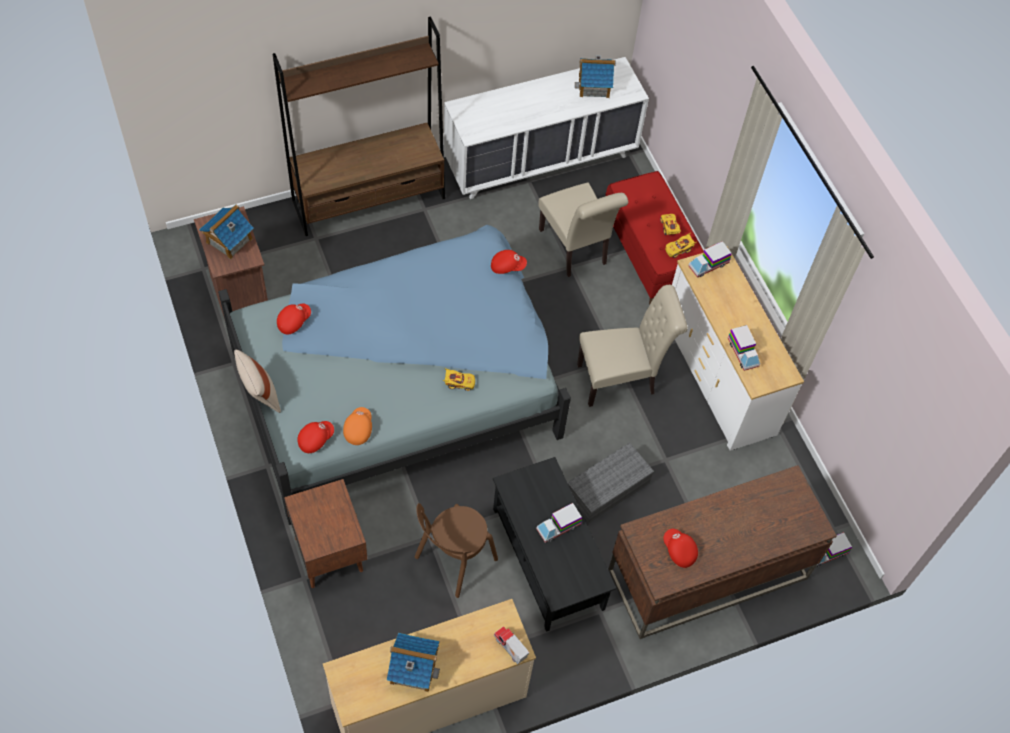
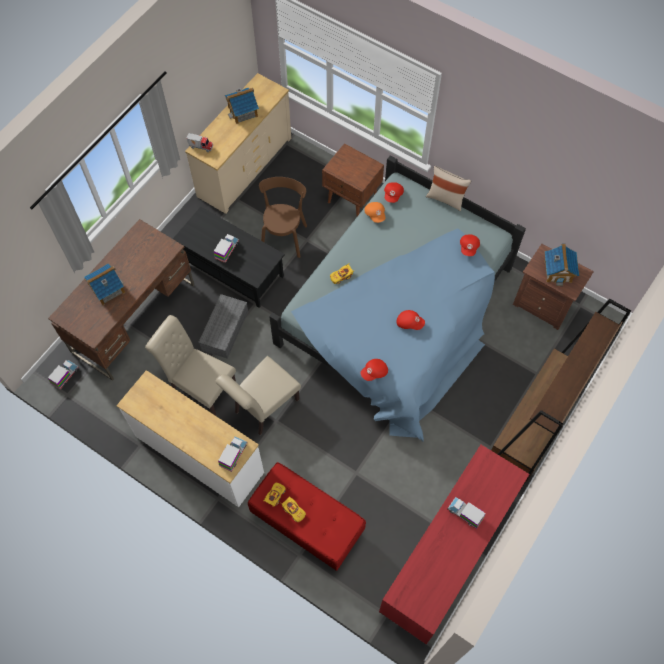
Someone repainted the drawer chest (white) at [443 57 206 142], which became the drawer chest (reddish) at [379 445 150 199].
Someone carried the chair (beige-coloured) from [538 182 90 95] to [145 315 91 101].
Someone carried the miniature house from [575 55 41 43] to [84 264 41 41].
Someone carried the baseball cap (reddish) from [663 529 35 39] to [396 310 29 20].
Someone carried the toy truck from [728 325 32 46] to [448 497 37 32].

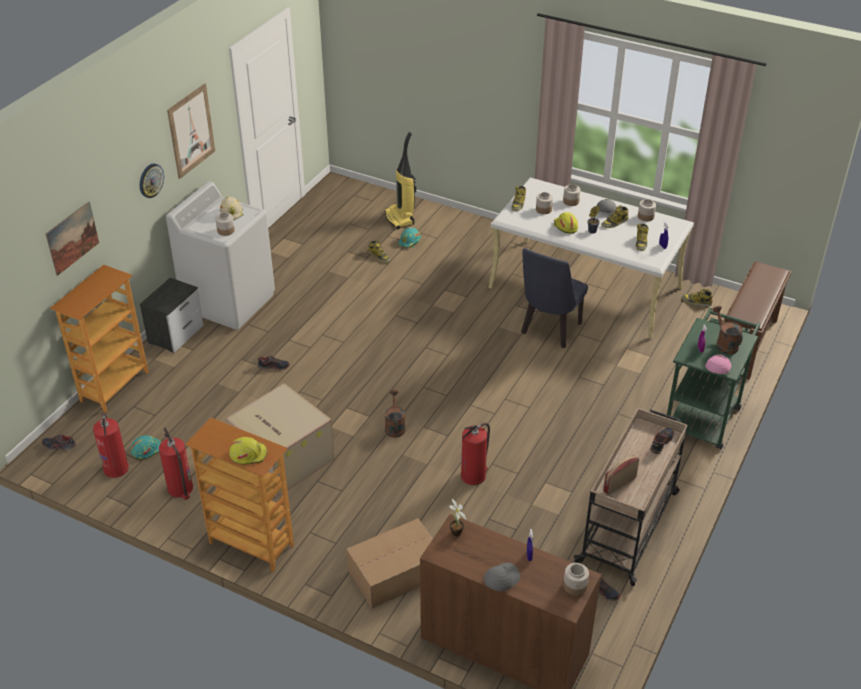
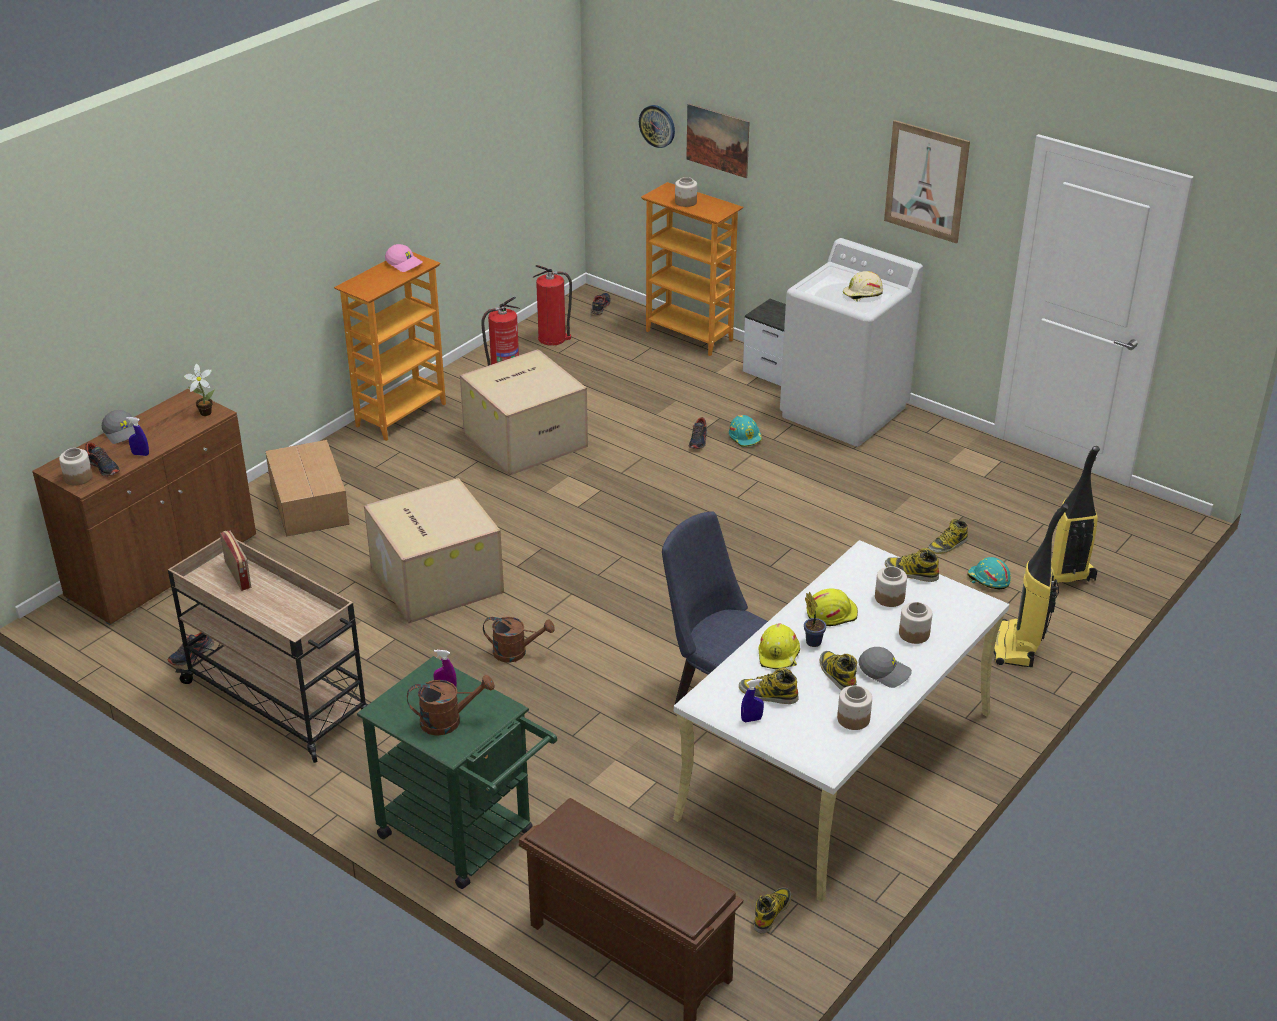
Someone carried the safety helmet (turquoise-coloured) from [130 435 31 25] to [729 415 33 32].
Someone carried the wall clock from [140 164 24 34] to [639 105 36 43].
Someone carried the storage jar from [215 212 20 24] to [675 177 22 30].
Someone carried the safety helmet (yellow-coloured) from [229 437 38 28] to [758 623 42 46].
Someone carried the watering can (brown-coloured) from [385 390 21 48] to [483 617 72 46].
Someone swapped the extinguisher at [461 423 29 62] for the carton at [364 478 140 145].
Someone carried the shoe from [650 427 24 27] to [85 442 35 35].
Someone carried the baseball cap (pinkish) from [705 354 26 20] to [385 244 38 28].
Someone put down the hoover at [994 503 74 164].

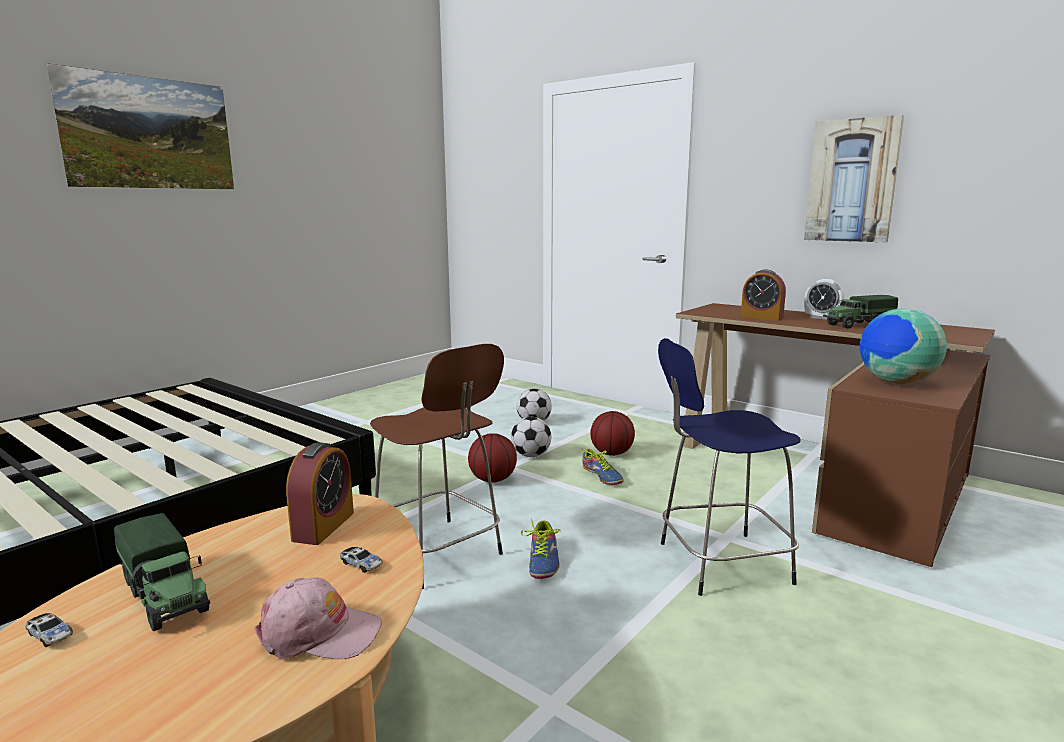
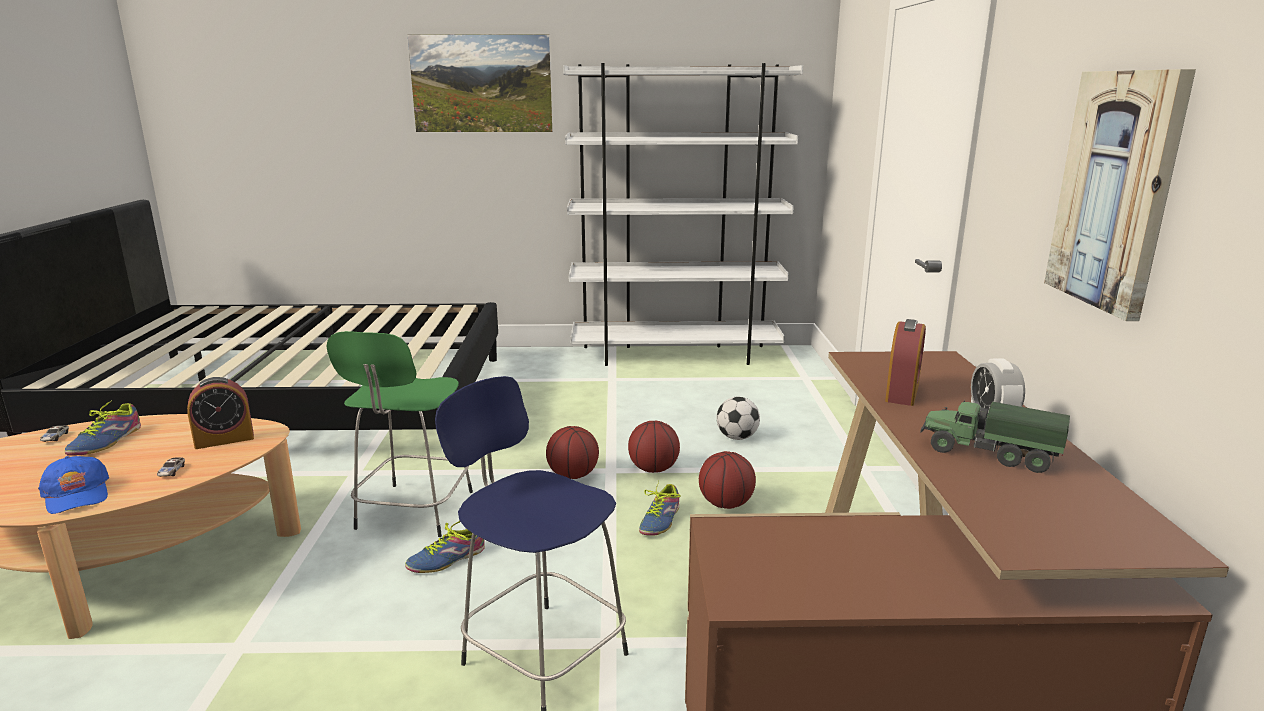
Someone swapped the toy truck at [114 513 96 118] for the shoe at [64 400 77 56].
Someone repainted the baseball cap (pinkish) at [254 577 128 82], which became the baseball cap (bluish) at [38 456 71 58].
Someone repainted the sitting stool (brown-coloured) at [370 344 134 245], which became the sitting stool (green) at [327 331 146 206].
Someone swapped the football ball at [511 417 40 40] for the ball for basketball at [628 421 52 52].
Someone rotated the bedside clock at [741 269 45 52] by 150 degrees counterclockwise.
Someone took away the desk globe at [860 308 87 76].
Someone put down the shelving unit (white) at [563 63 240 303].

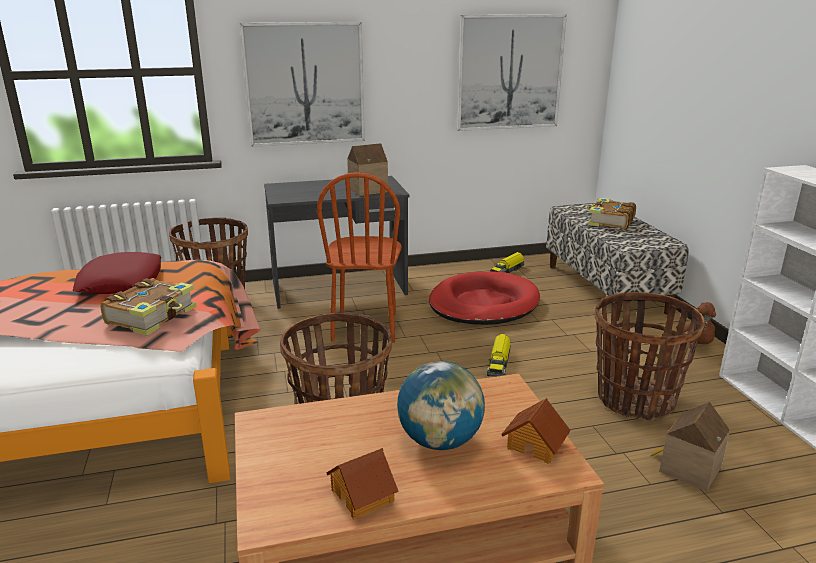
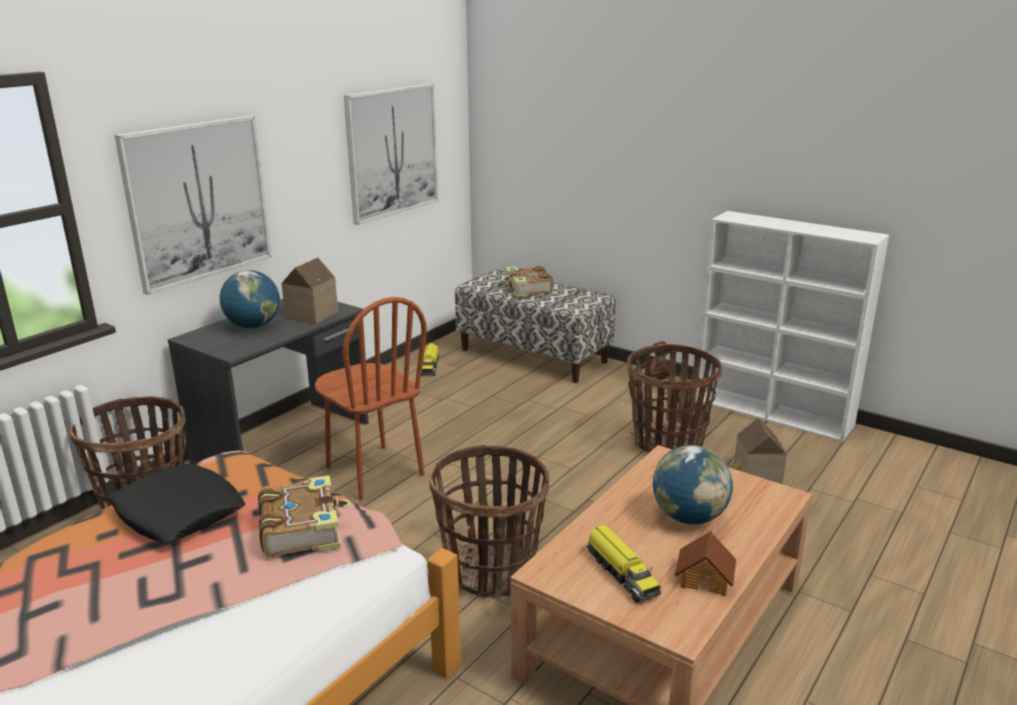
Someone repainted the cushion (reddish) at [73 252 88 42], which became the cushion (black) at [108 464 137 79].
Someone took away the dog cushion (reddish) at [429 272 111 53].
Someone carried the toy truck from [487 334 24 42] to [587 524 74 79].
Someone took away the miniature house at [501 398 70 66].
Someone put down the desk globe at [220 270 60 58].

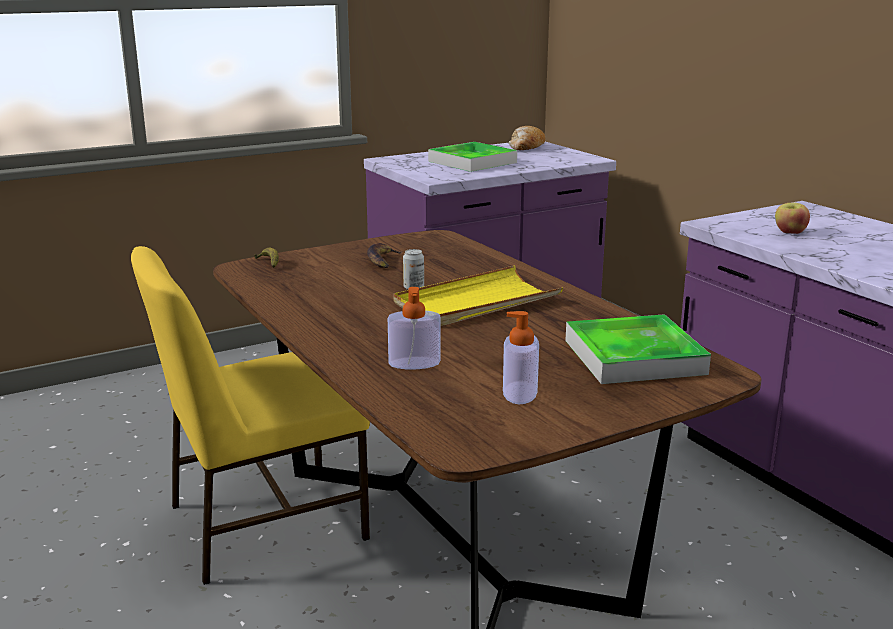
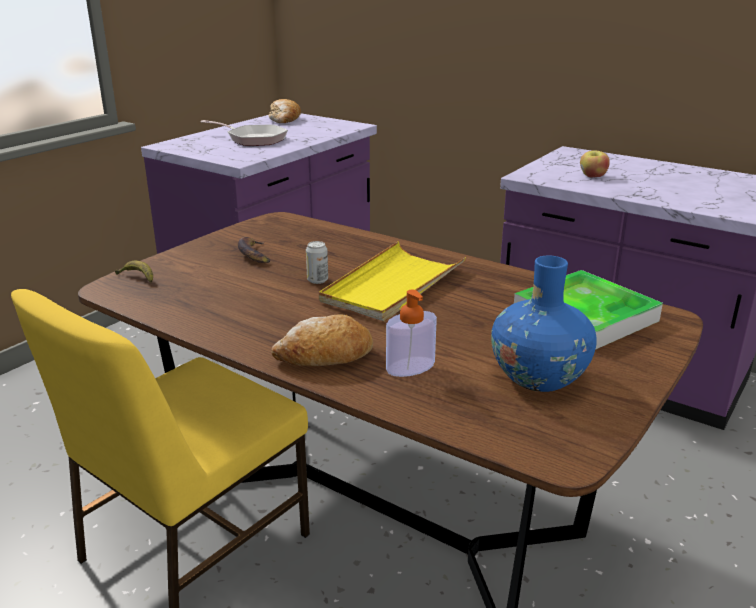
Someone swapped the serving tray at [428 142 89 30] for the skillet at [200 120 88 26].
Someone swapped the soap dispenser at [503 311 36 93] for the decorative vase (bluish) at [491 256 106 136].
Someone put down the bakery bread at [271 315 102 51].

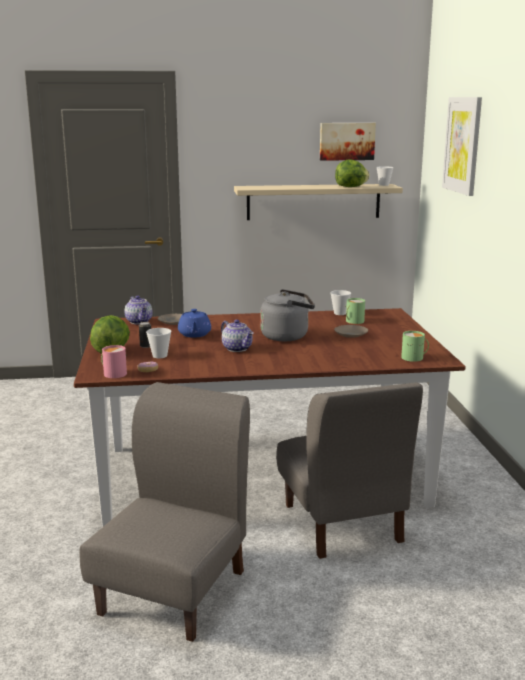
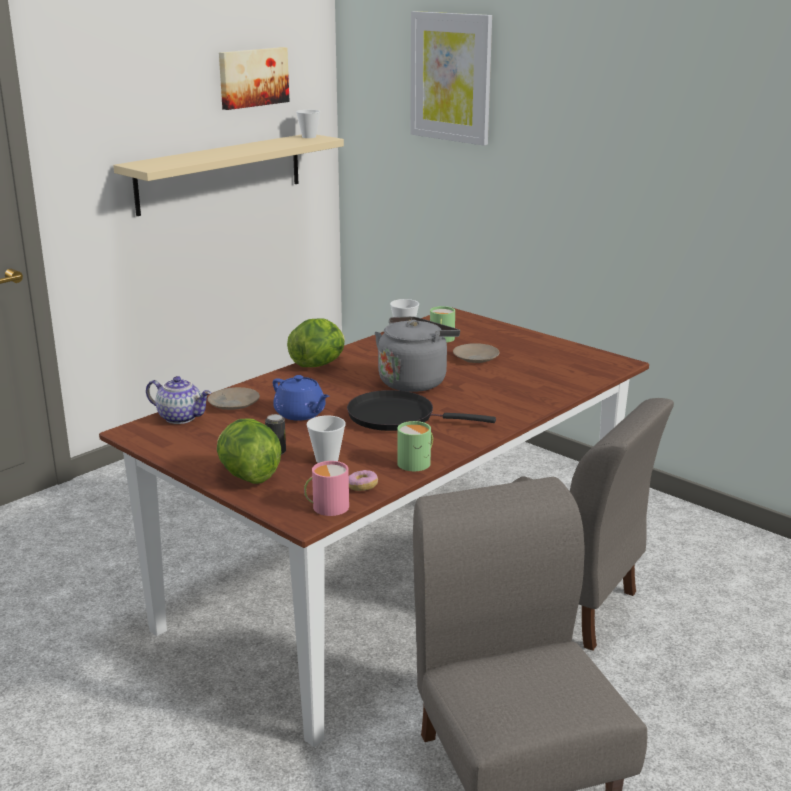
Someone swapped the pot for tea at [221 320 33 32] for the skillet (black) at [347 390 149 41].
Someone carried the lettuce head from [335 159 34 28] to [287 319 58 48].
Someone carried the coffee mug (green) from [401 331 28 31] to [397 421 36 50].

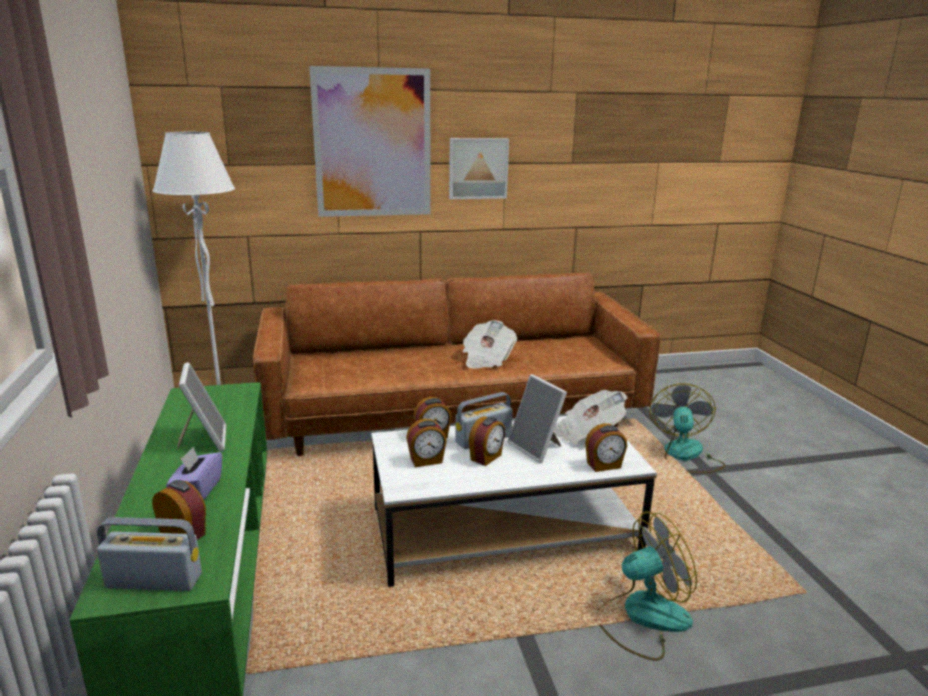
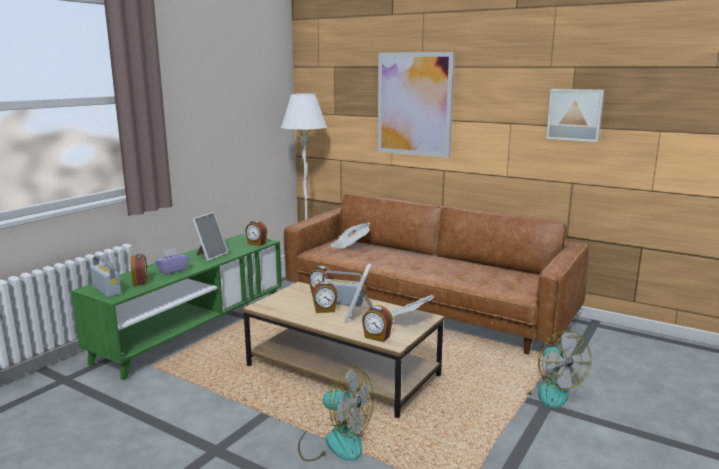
Someone repainted the lounge table (white) at [371 416 286 171], which became the lounge table (brown-coloured) at [243 282 201 136].
Someone carried the bedside clock from [406 419 41 48] to [245 221 22 25].
Someone carried the picture from [449 138 60 61] to [546 89 58 53].
Someone carried the daily paper from [463 320 54 49] to [331 223 39 26].
Someone rotated the cooling fan at [649 383 76 90] by 105 degrees clockwise.

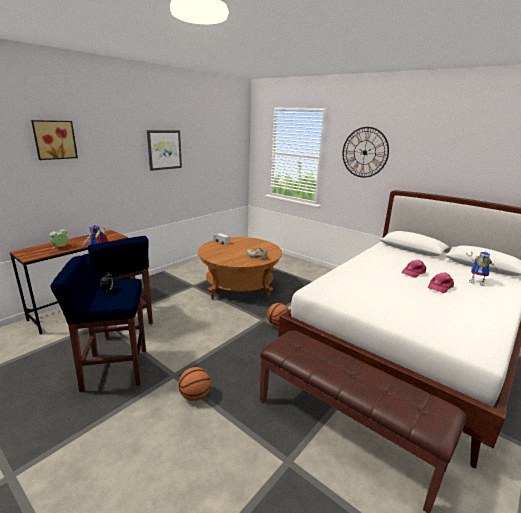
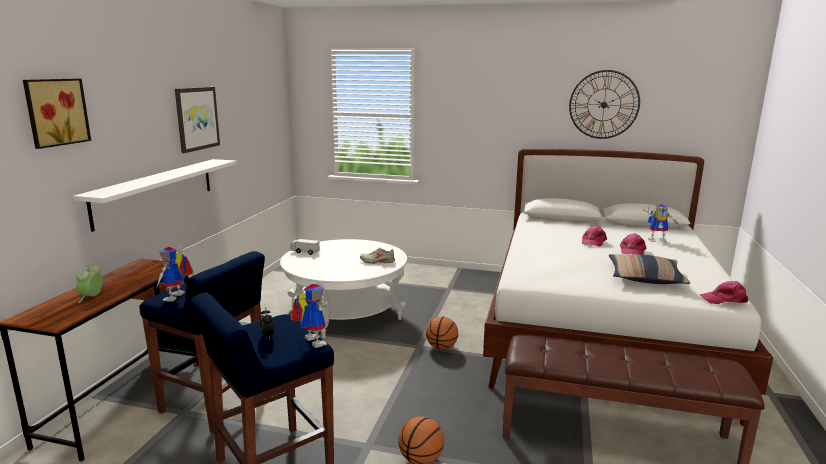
Someone repainted the lounge table (brown-coloured) at [198 237 84 62], which became the lounge table (white) at [280 239 127 100].
Someone carried the wall clock from [343 127 46 51] to [569 70 71 69].
Someone put up the wall shelf (white) at [73 159 164 73].
Someone put down the robot figure at [291 284 36 64].
Someone put down the cushion at [609 254 81 30].
Someone put down the baseball cap (pinkish) at [700 281 48 23].

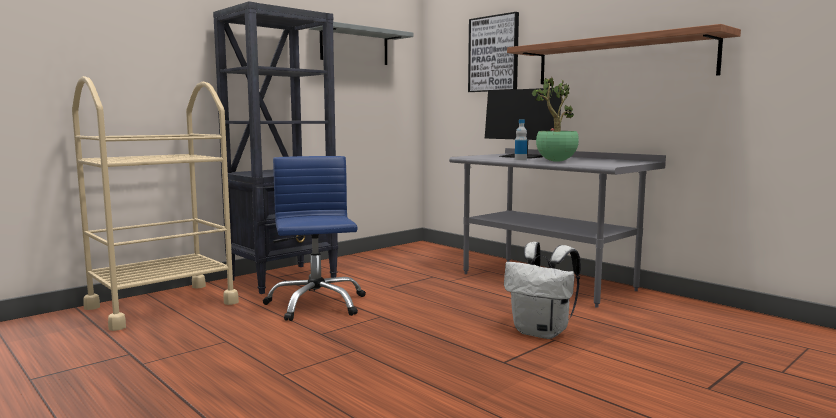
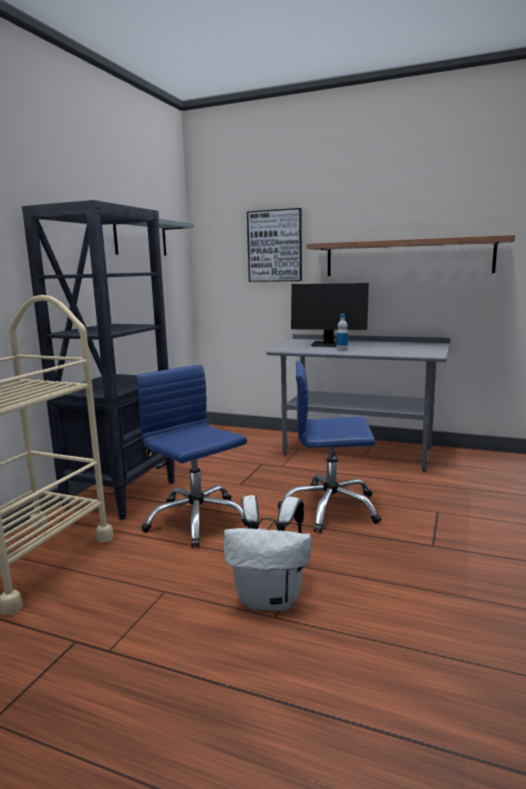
Someone carried the knapsack (white) from [504 242 77 97] to [224 495 88 116].
Someone took away the houseplant at [532 77 47 85].
Someone put down the office chair (bluish) at [278 361 103 172].

